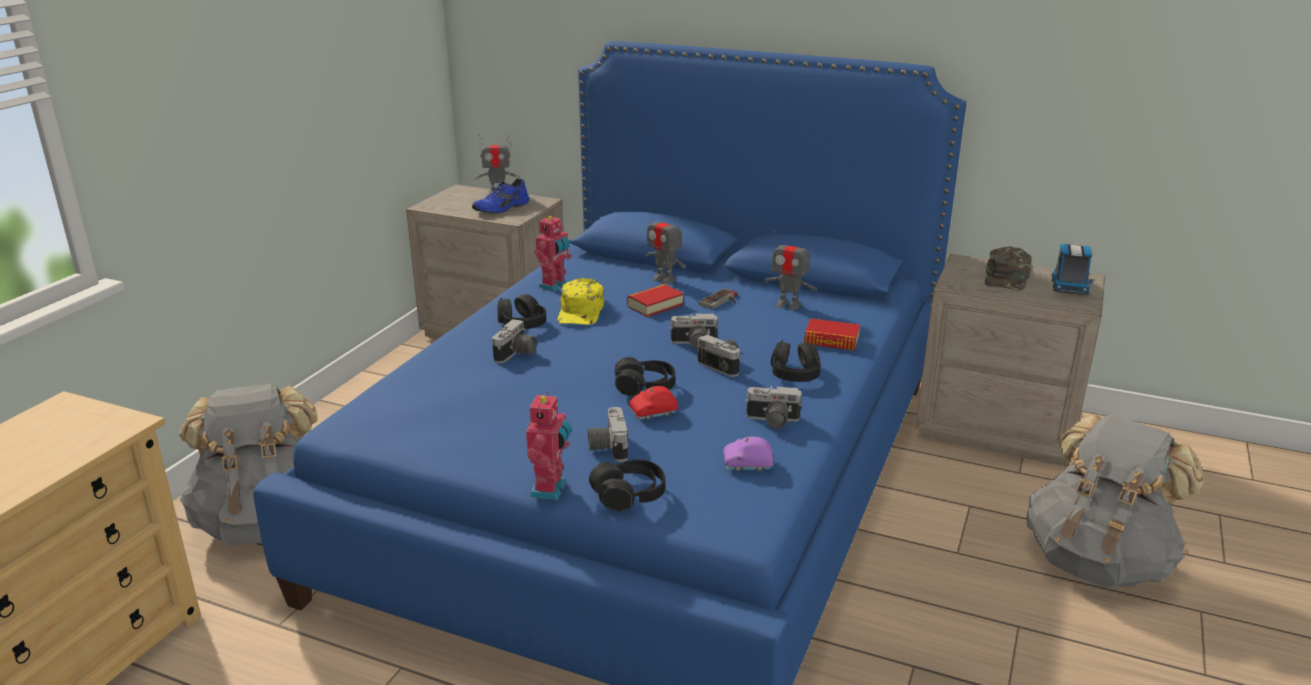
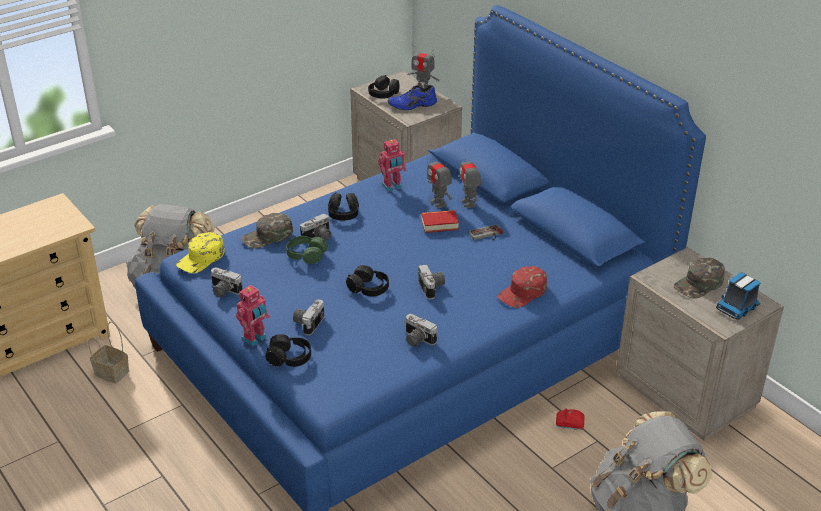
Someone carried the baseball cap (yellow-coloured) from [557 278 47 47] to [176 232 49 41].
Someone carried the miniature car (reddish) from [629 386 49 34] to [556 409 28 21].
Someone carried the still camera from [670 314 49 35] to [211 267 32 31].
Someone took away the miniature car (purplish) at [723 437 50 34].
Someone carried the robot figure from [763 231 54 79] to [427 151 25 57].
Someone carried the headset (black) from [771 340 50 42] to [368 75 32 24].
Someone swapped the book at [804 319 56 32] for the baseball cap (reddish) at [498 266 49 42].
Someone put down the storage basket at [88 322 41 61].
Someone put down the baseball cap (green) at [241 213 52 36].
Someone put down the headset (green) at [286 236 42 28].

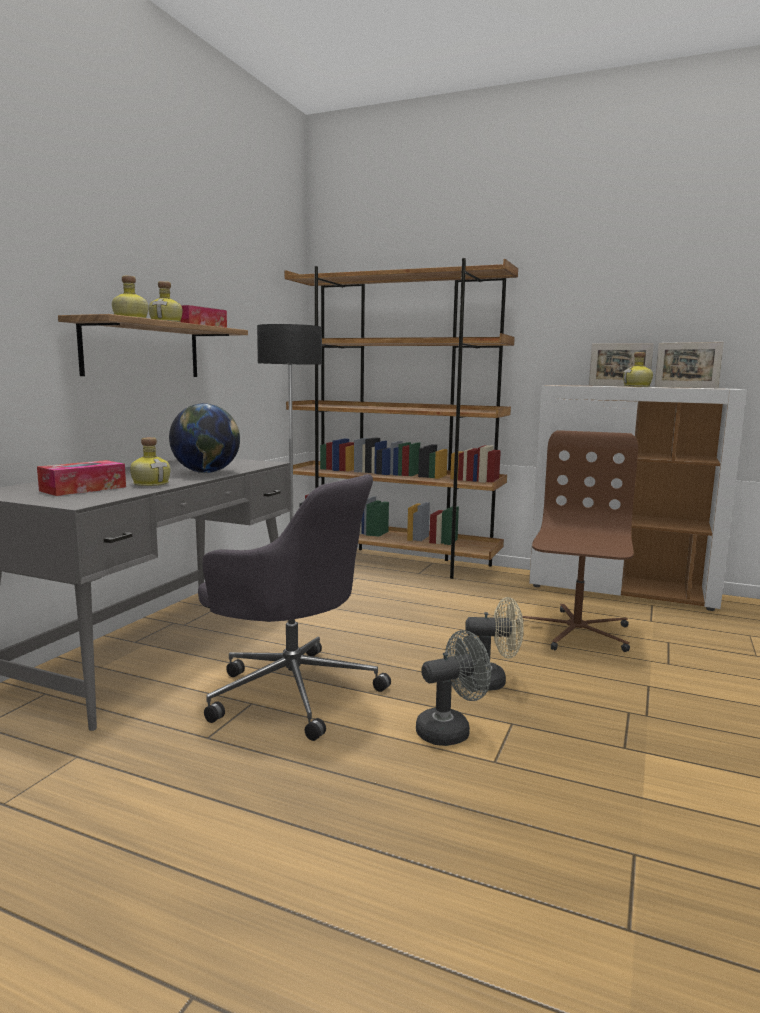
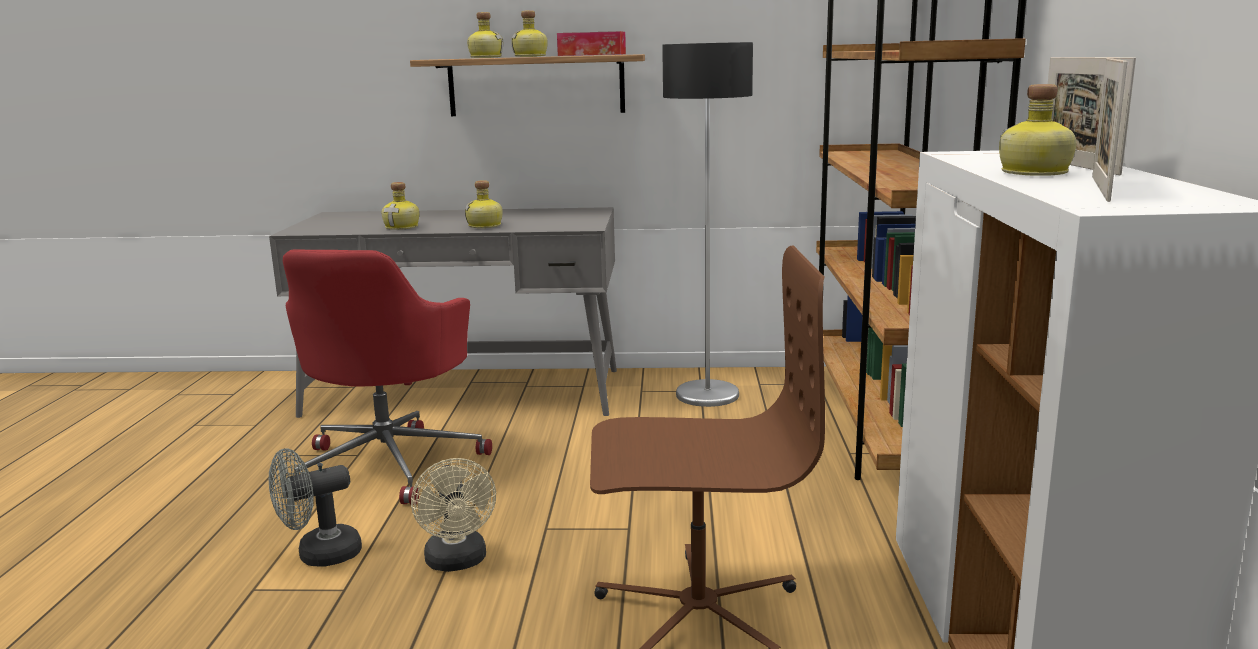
Someone took away the tissue holder at [37 460 89 36].
Someone swapped the desk globe at [169 403 71 70] for the bottle at [465 180 38 48].
Someone repainted the office chair (greyish) at [198 474 193 267], which became the office chair (reddish) at [283 249 209 256].
Someone rotated the cooling fan (greyish) at [416 630 75 116] by 105 degrees clockwise.

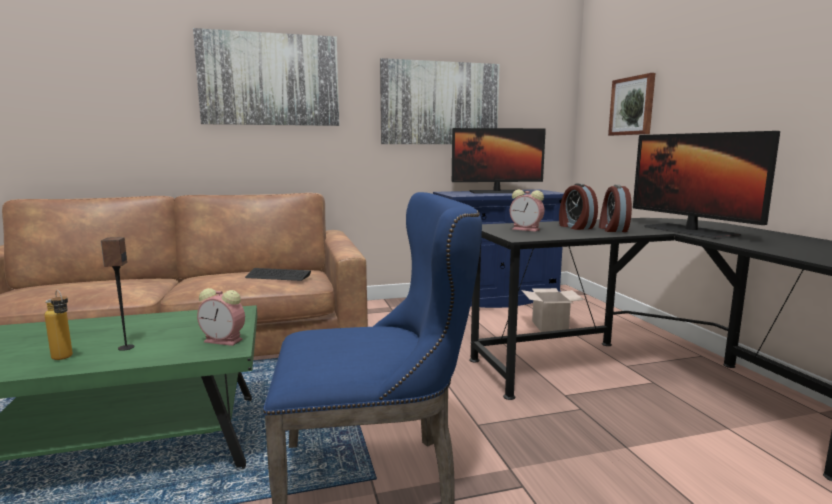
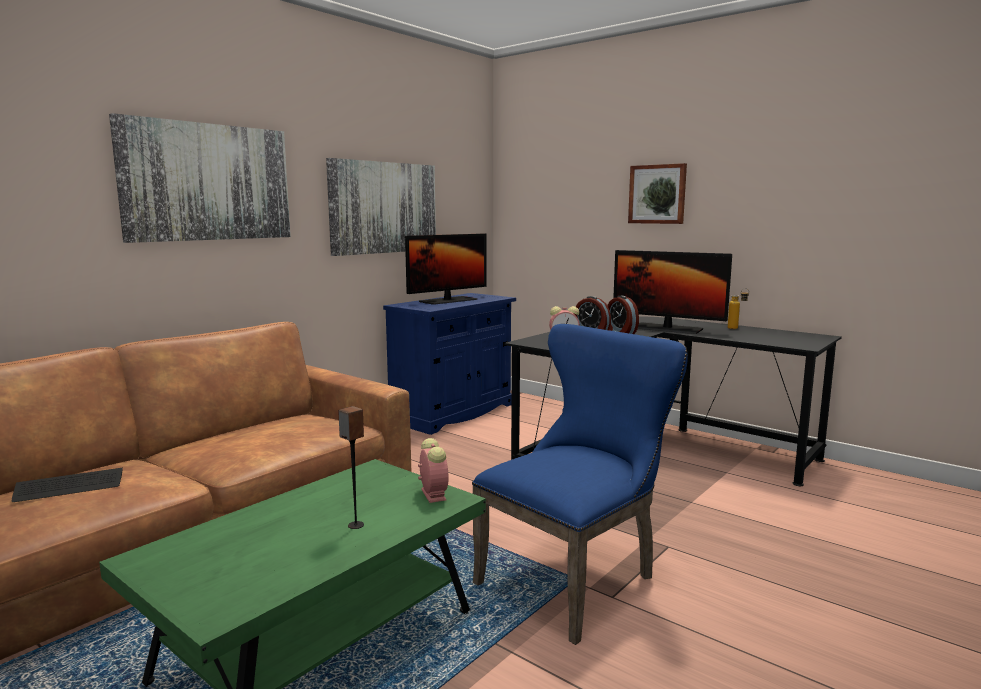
Someone carried the bottle from [45 290 28 70] to [728 288 21 41].
Someone rotated the bedside clock at [197 288 48 58] by 90 degrees counterclockwise.
Someone carried the computer keyboard from [245 268 66 13] to [12 468 111 34].
Someone took away the carton at [521 288 63 44].
Someone carried the picture from [608 73 47 63] to [628 163 59 61].

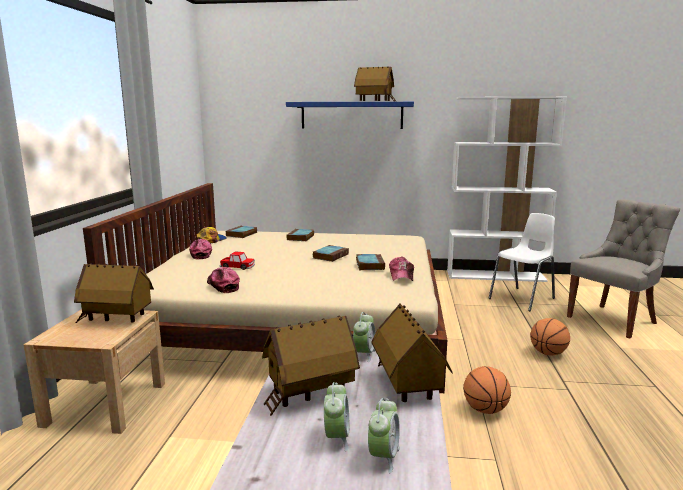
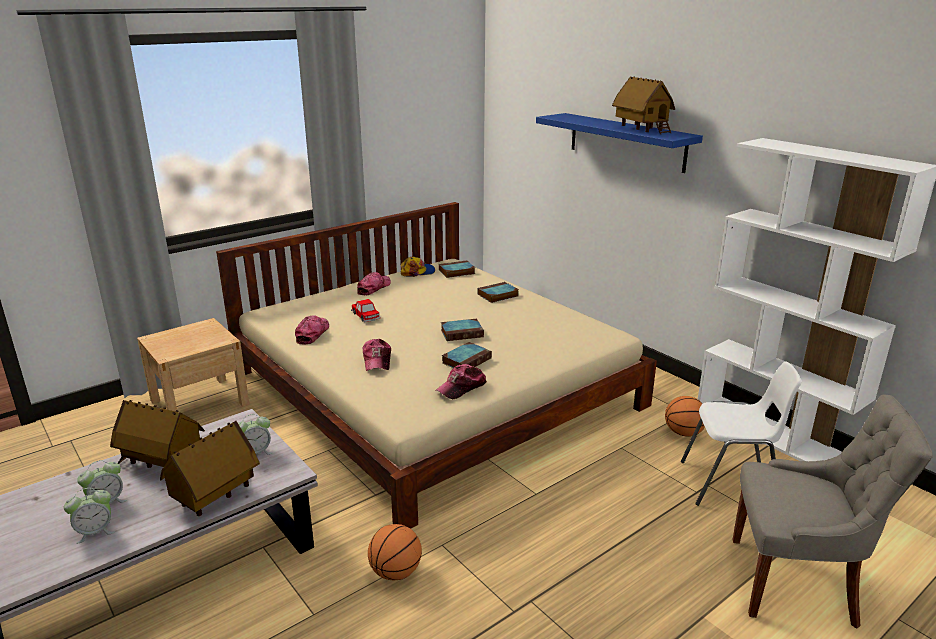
Someone took away the miniature house at [74 263 80 60].
Someone carried the ball for basketball from [530 318 40 37] to [665 396 40 41].
Someone put down the baseball cap at [362 339 29 32].

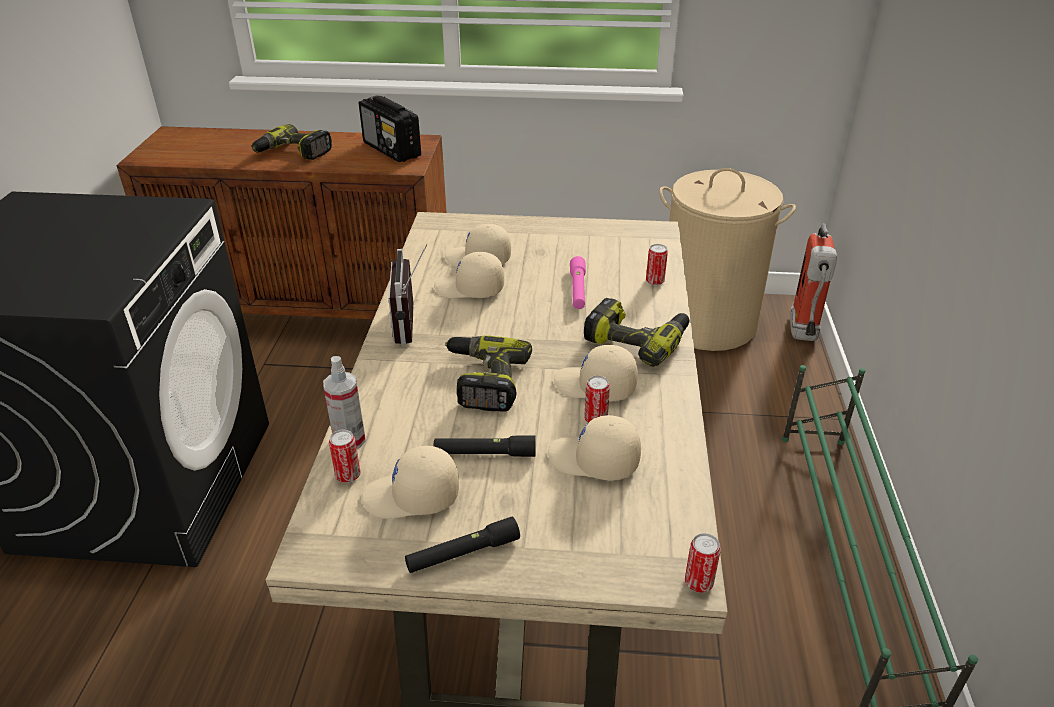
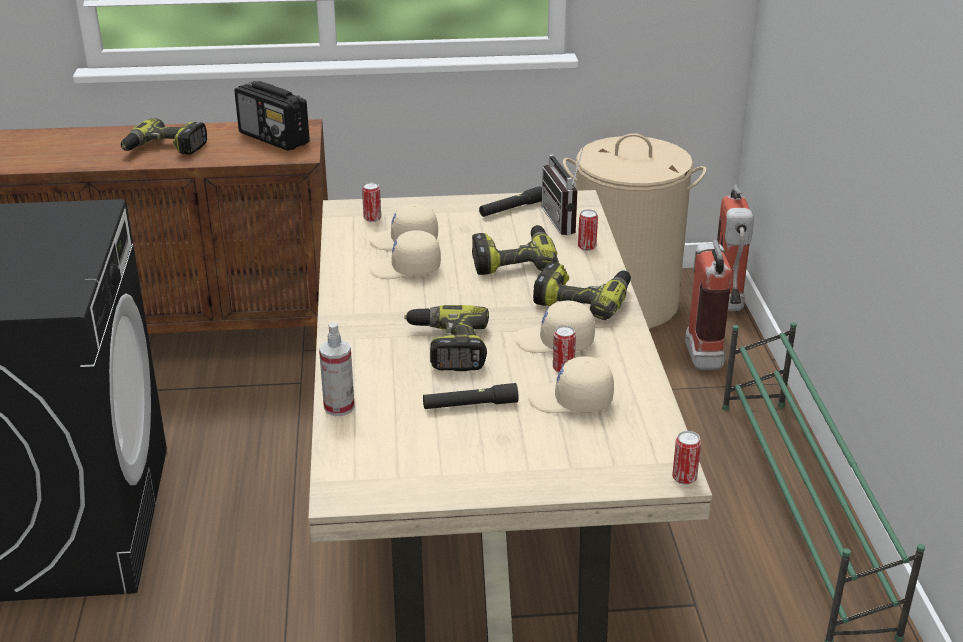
Someone carried the metal can from [329 430 32 53] to [362 182 19 40].
Someone took away the baseball cap (beige-coloured) at [361 445 98 74].
Someone carried the radio set from [388 244 40 101] to [542 146 42 89].
Someone carried the torch (black) from [405 517 115 56] to [479 186 63 31].
Someone swapped the torch (pinkish) at [570 256 16 53] for the drill at [472 225 87 50].
Someone put down the extinguisher at [685 239 47 131].

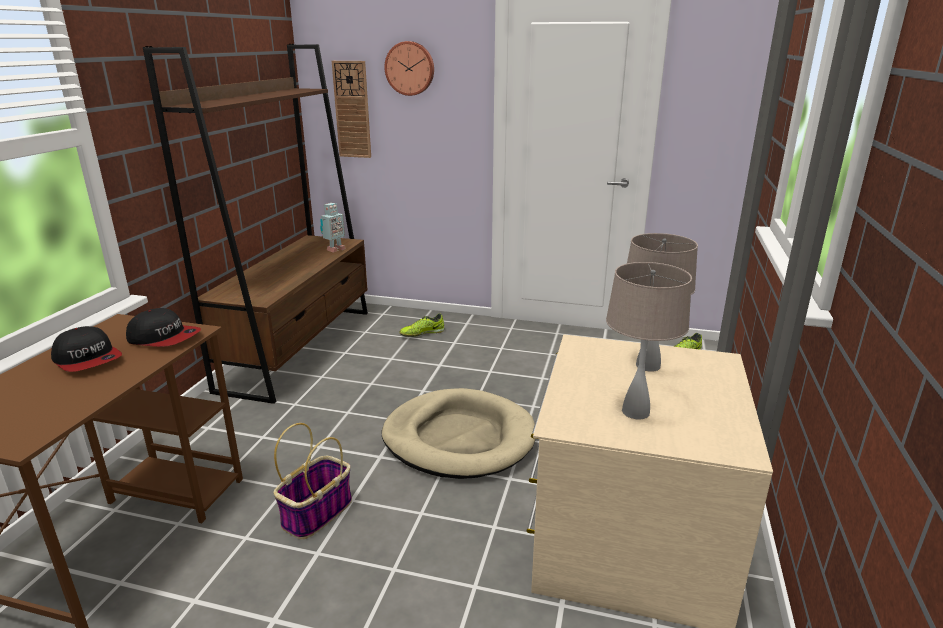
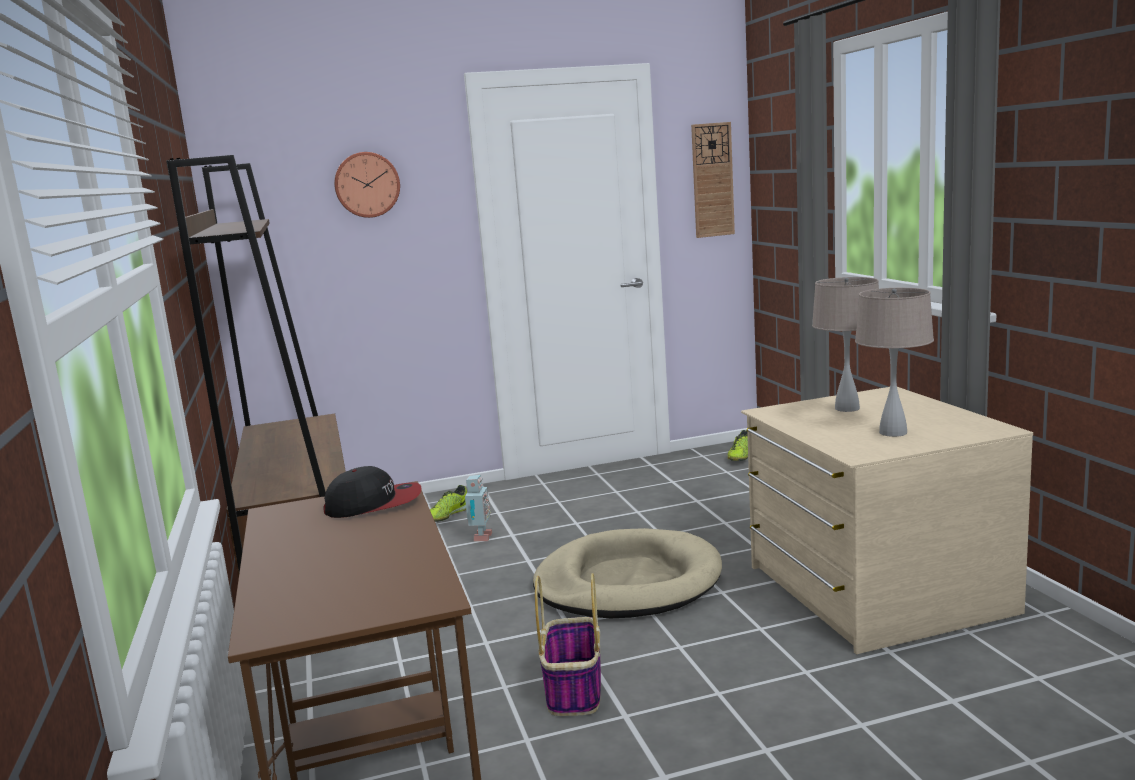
Someone took away the baseball cap at [51 326 71 46].
Someone carried the robot figure from [320 203 26 50] to [465 475 27 66].
Someone carried the wall clock from [332 61 39 97] to [691 122 44 116].

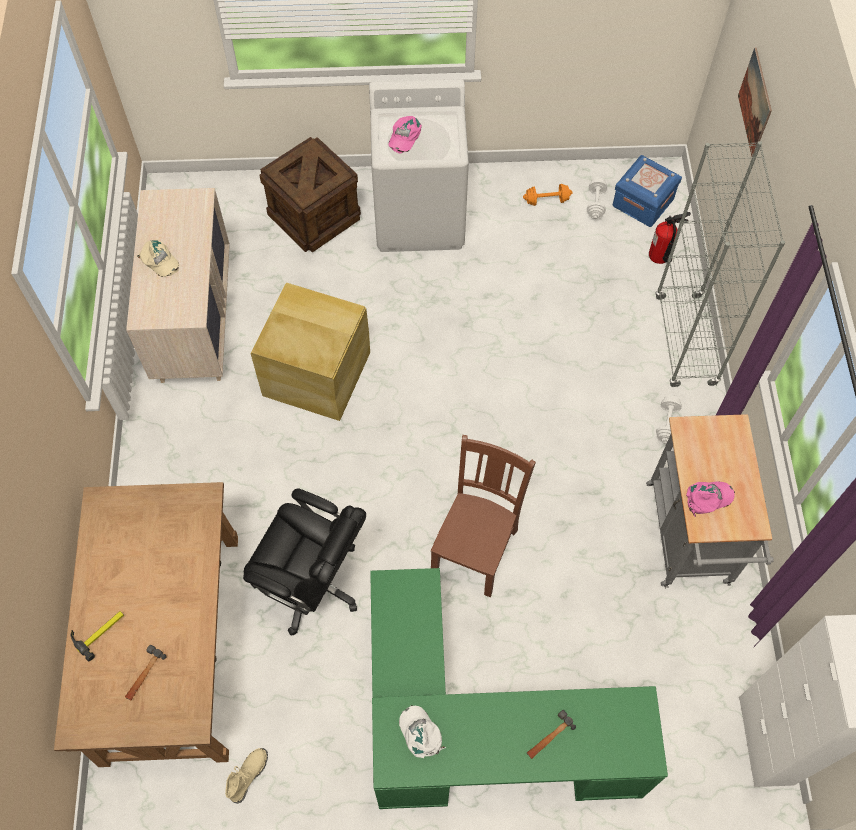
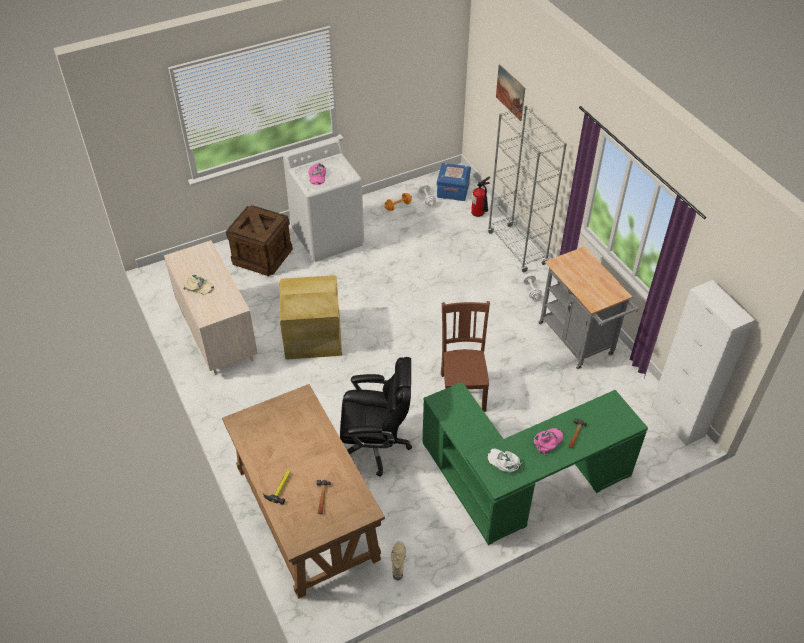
Someone carried the baseball cap (pinkish) from [686 482 49 35] to [534 428 29 27].

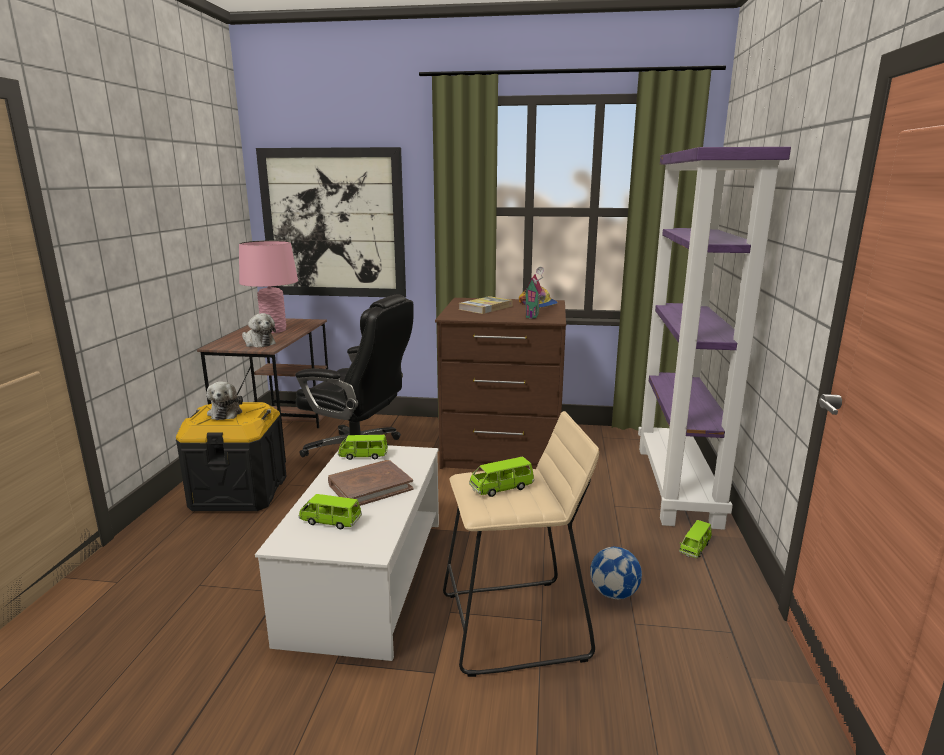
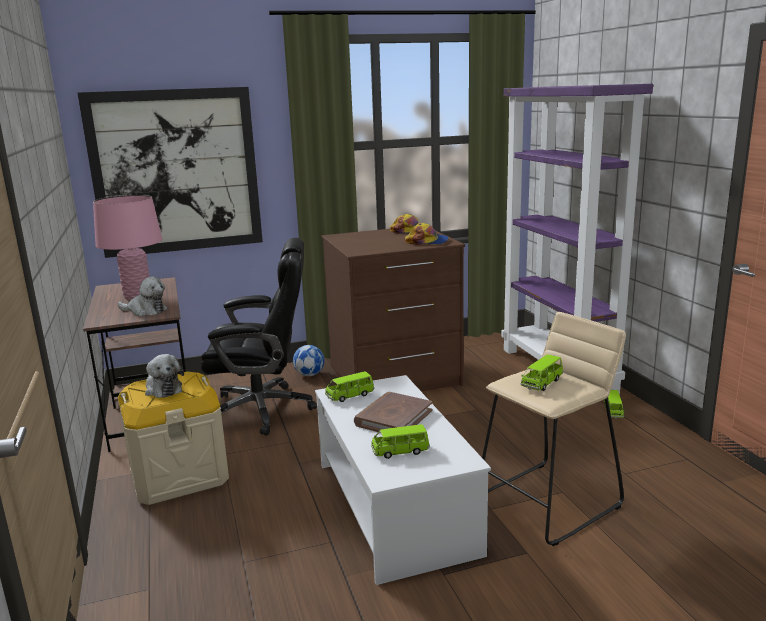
Someone repainted the storage bin (black) at [176 402 111 109], which became the storage bin (beige-coloured) at [118 372 111 133].
Someone took away the book at [458 296 55 18].
Someone swapped the miniature house at [524 267 20 52] for the baseball cap at [405 223 44 22].
Someone carried the football ball from [590 547 52 52] to [293 345 31 31].

